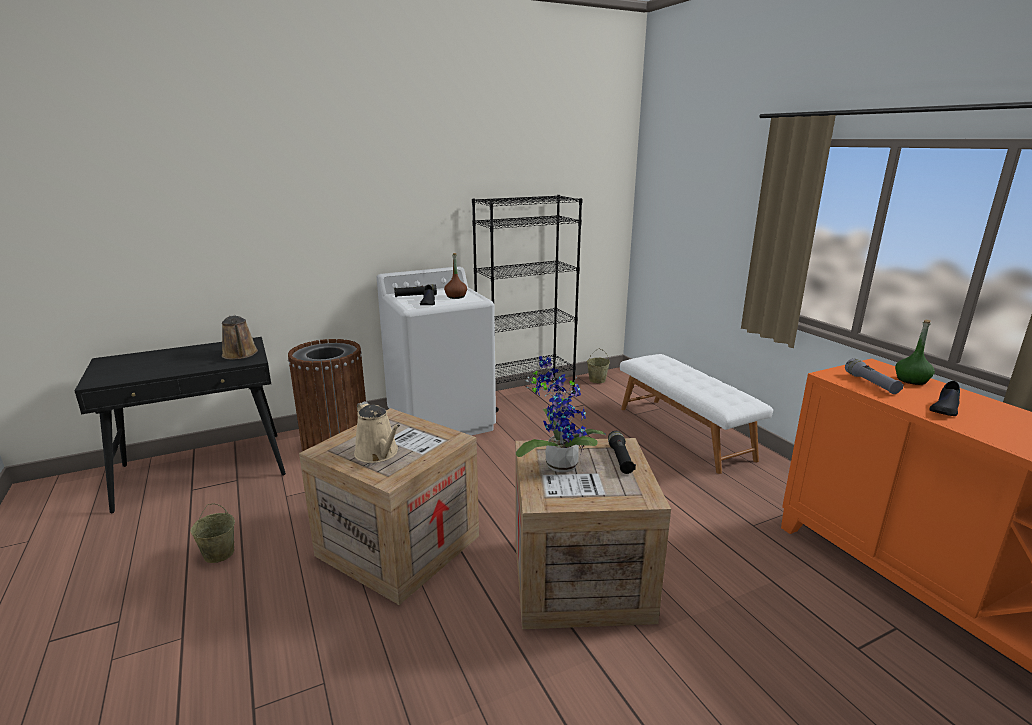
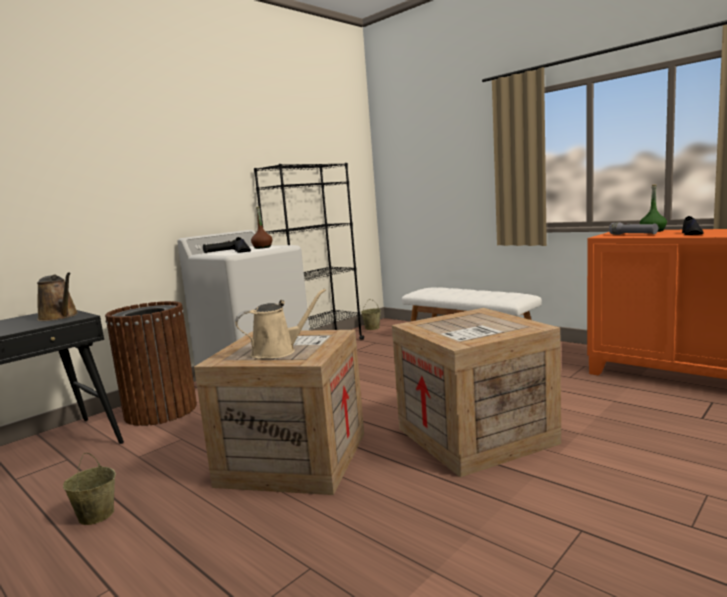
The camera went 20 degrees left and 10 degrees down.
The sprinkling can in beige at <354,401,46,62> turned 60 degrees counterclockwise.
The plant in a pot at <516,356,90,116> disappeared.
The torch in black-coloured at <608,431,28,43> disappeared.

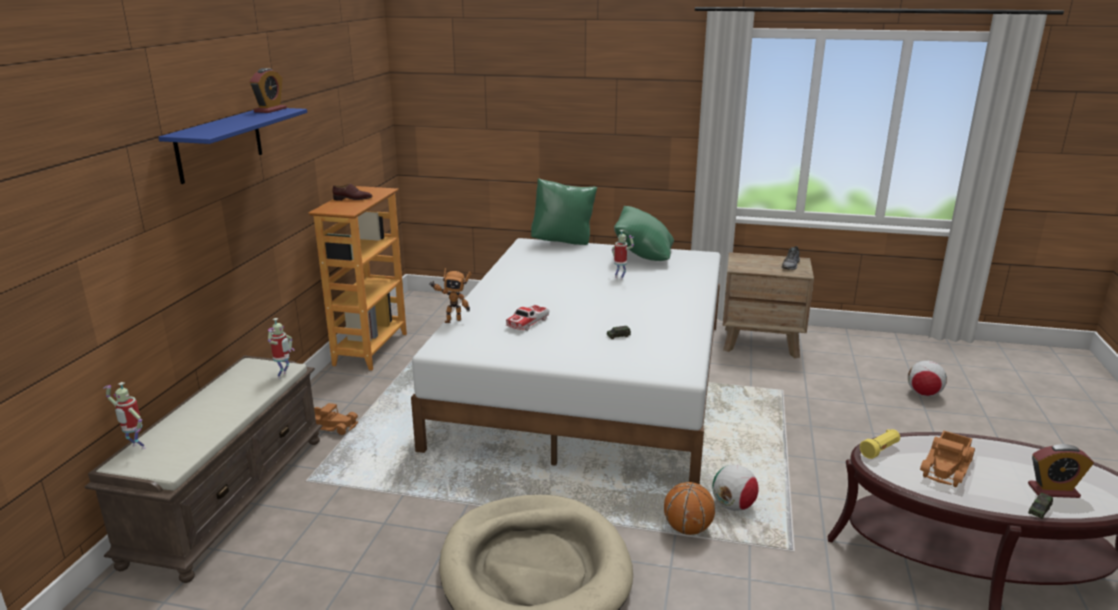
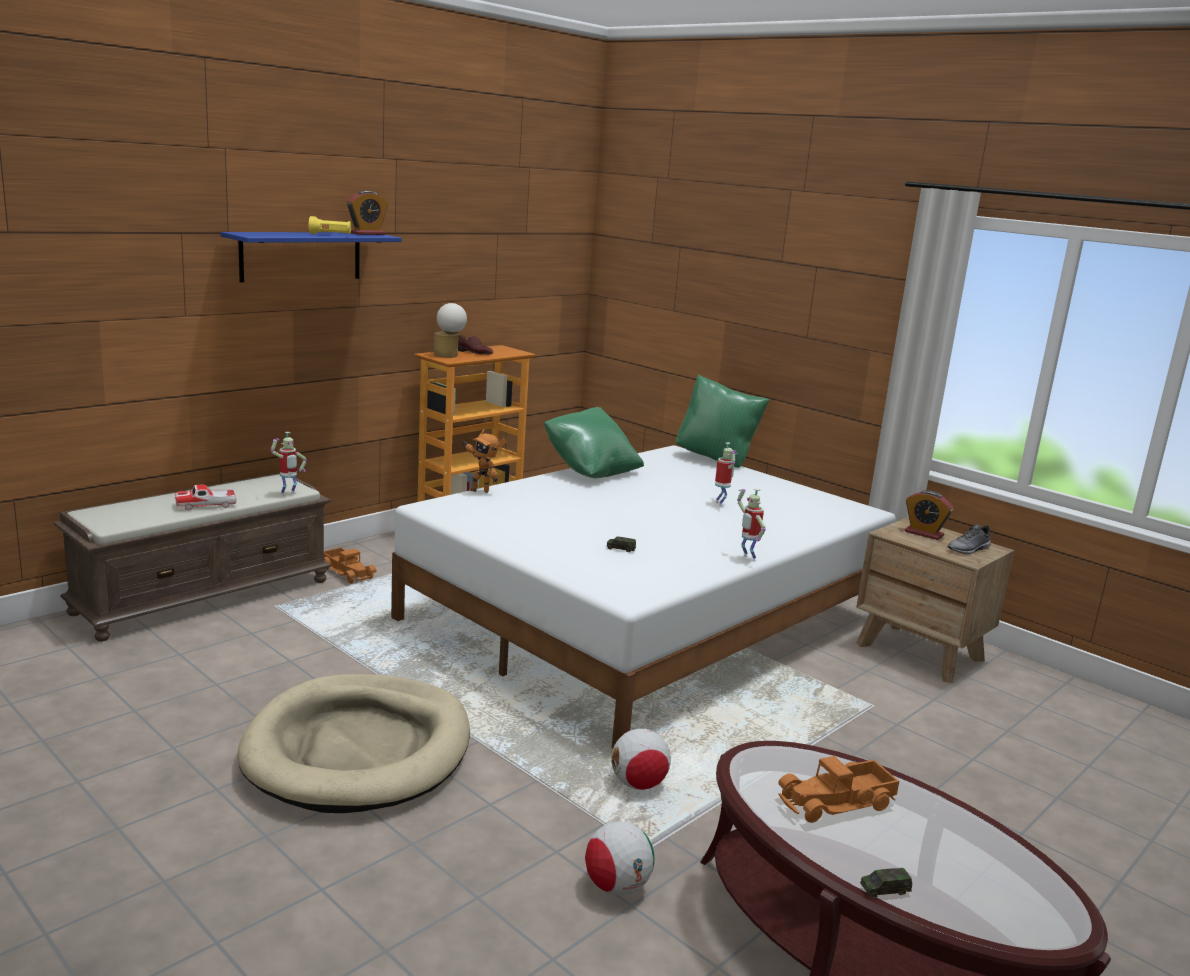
The camera went 30 degrees right and 5 degrees down.
The toy robot moved from <103,382,43,67> to <737,488,29,74>.
The miniature car moved from <506,305,43,26> to <175,485,62,26>.
The cushion in green-coloured moved from <614,206,60,55> to <544,407,100,71>.
The basketball ball at <664,482,51,53> disappeared.
The torch in yellow moved from <860,429,40,30> to <309,216,42,18>.
The football ball moved from <908,361,39,35> to <585,821,70,74>.
The table clock moved from <1028,444,66,54> to <904,490,50,50>.
The lamp for a table at <434,303,33,55> appeared.

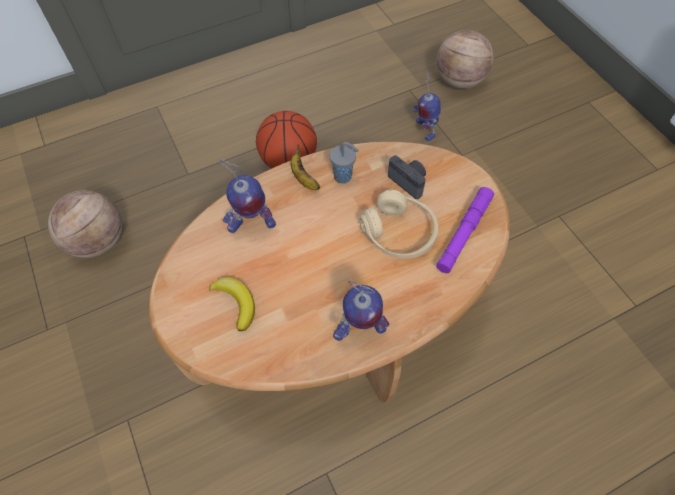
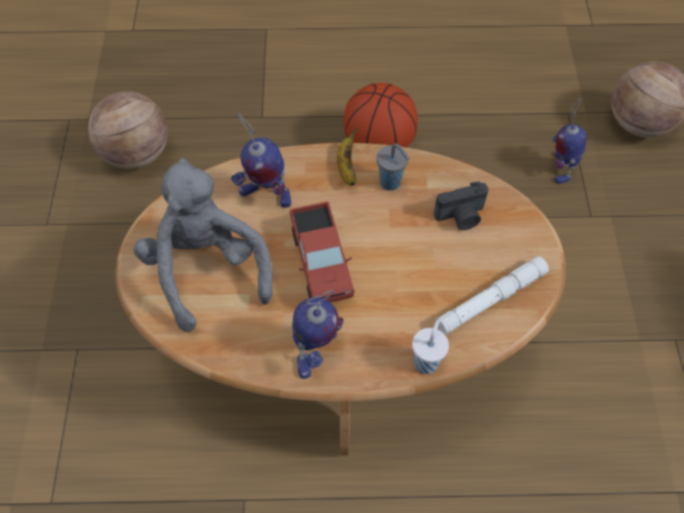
The camera went 25 degrees right and 0 degrees up.
The banana fruit at <209,277,46,54> was replaced by the soft toy in gray at <134,158,139,174>.
The toy robot at <333,281,56,60> turned 75 degrees counterclockwise.
The headset in beige at <360,190,78,69> disappeared.
The still camera at <388,155,38,44> turned 90 degrees clockwise.
The torch in purple-coloured at <436,187,58,86> became the torch in whitish at <435,256,114,79>.
The toy lorry at <290,201,65,102> appeared.
The small cup in whitish at <412,319,37,55> appeared.

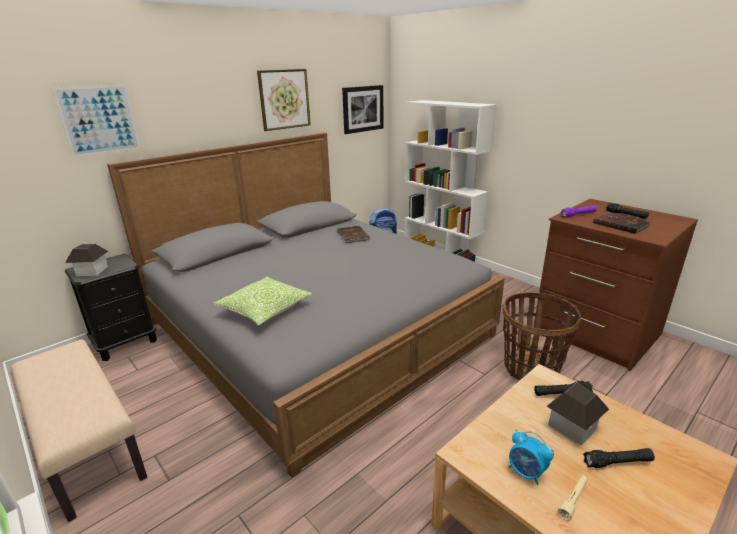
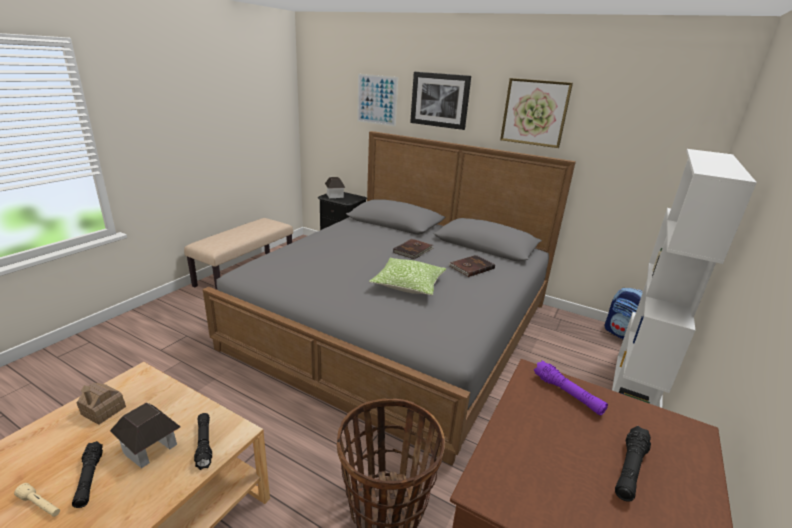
The camera went 70 degrees right and 0 degrees up.
The cushion moved from <214,277,99,48> to <369,258,77,38>.
The picture moved from <342,85,42,49> to <410,72,61,58>.
The table clock at <509,430,45,55> was replaced by the model house at <76,383,50,42>.
The torch in beige moved from <558,475,30,46> to <14,483,46,34>.
The bound book in brown-coloured moved from <593,212,57,22> to <393,239,40,20>.

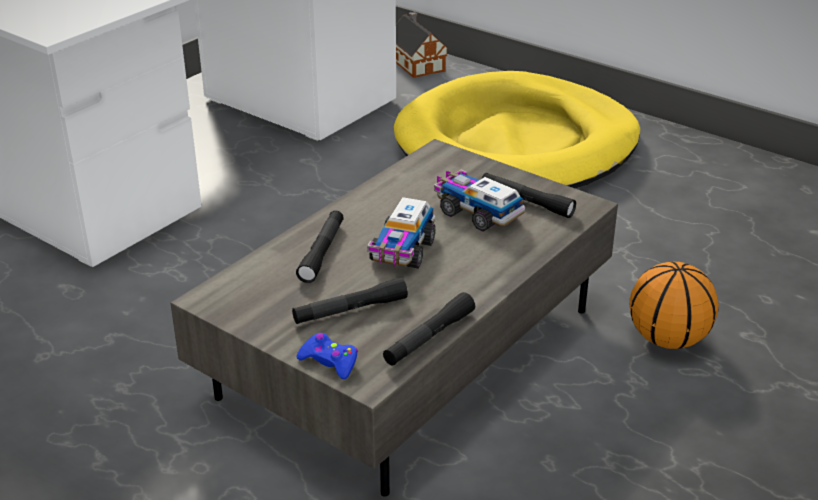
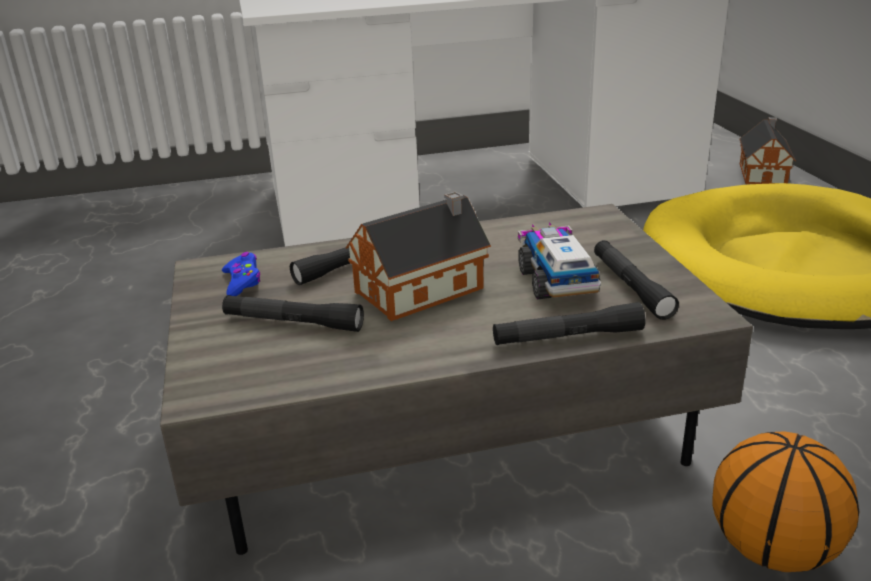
The camera went 40 degrees right and 5 degrees down.
The game controller in blue-coloured moved from <296,333,62,46> to <222,252,38,44>.
The toy lorry at <367,197,68,72> was replaced by the model house at <346,191,145,130>.
The torch in black-coloured moved from <383,292,92,73> to <493,302,153,43>.

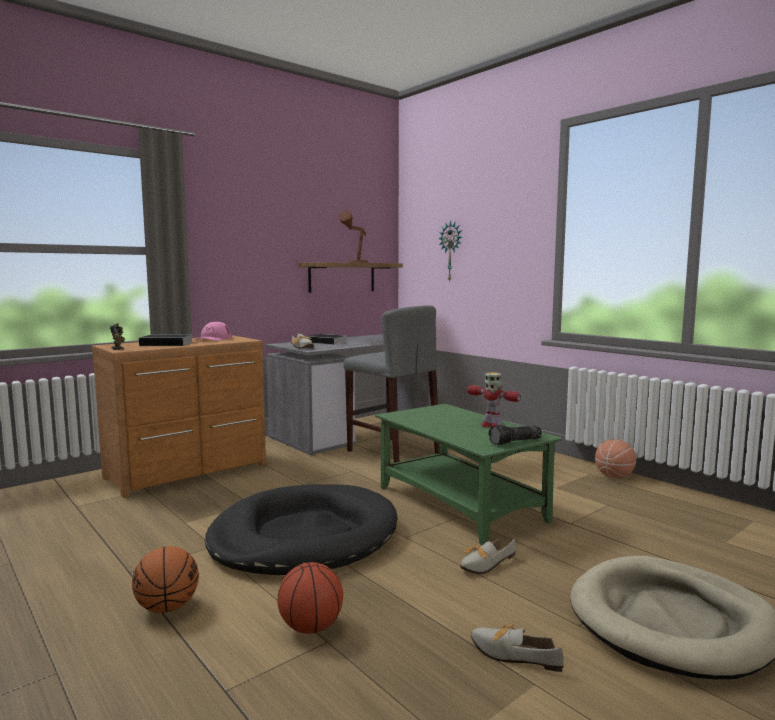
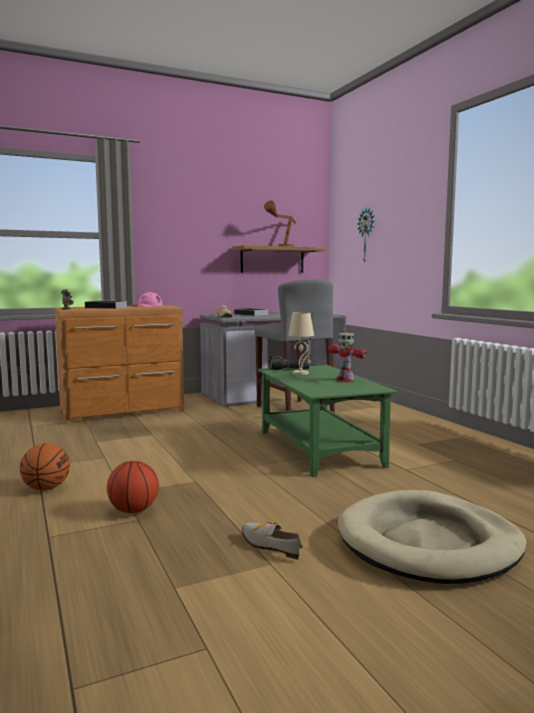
The camera went 15 degrees right and 0 degrees up.
The dog bed in black-coloured at <205,484,193,91> disappeared.
The low shoe at <460,538,56,36> disappeared.
The torch moved from <489,425,53,20> to <269,356,41,14>.
The basketball ball at <595,439,41,39> disappeared.
The lamp for a table in beige at <288,312,26,63> appeared.

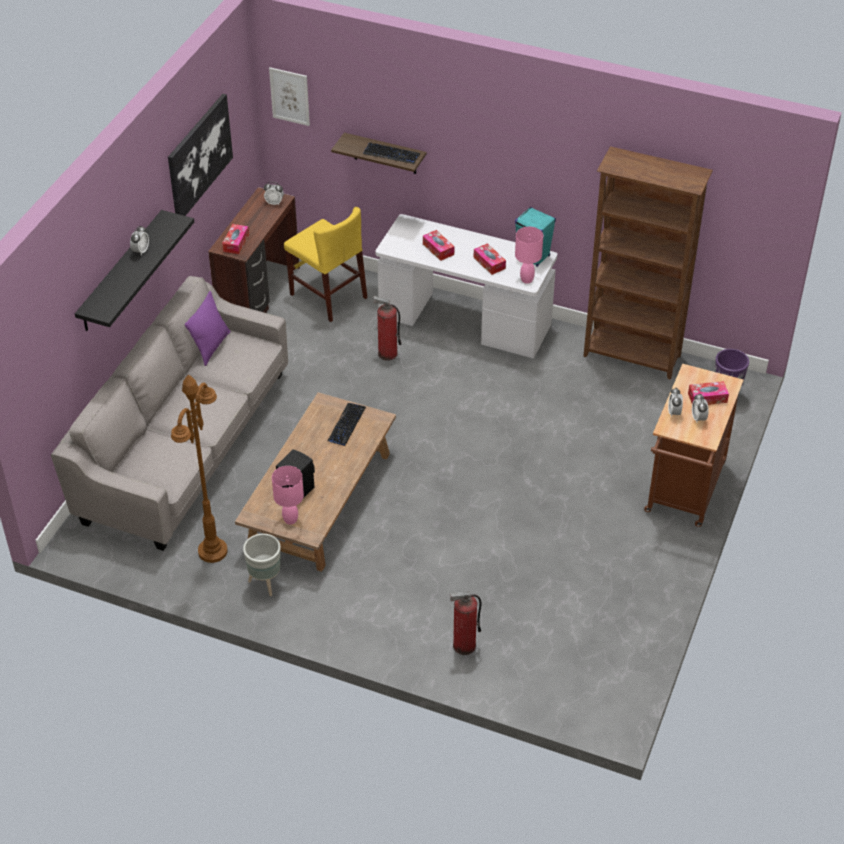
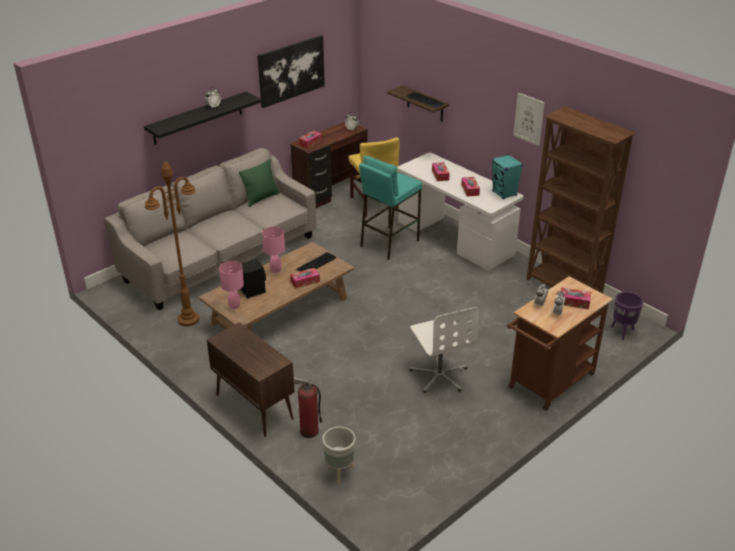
The camera went 25 degrees right and 10 degrees down.
The cushion in purple-coloured at <185,291,45,75> became the cushion in green-coloured at <239,159,41,48>.
The planter in gray moved from <243,534,38,62> to <322,426,34,59>.
The picture moved from <269,67,41,59> to <513,93,32,53>.
The extinguisher at <373,296,28,65> was replaced by the sitting stool in blue-green at <359,156,63,104>.
The lamp for a table in pink-coloured moved from <515,227,28,57> to <262,227,23,46>.
The cabinet in brown-coloured at <207,322,88,115> appeared.
The tissue holder at <290,268,30,20> appeared.
The computer chair in whitish at <410,307,69,86> appeared.

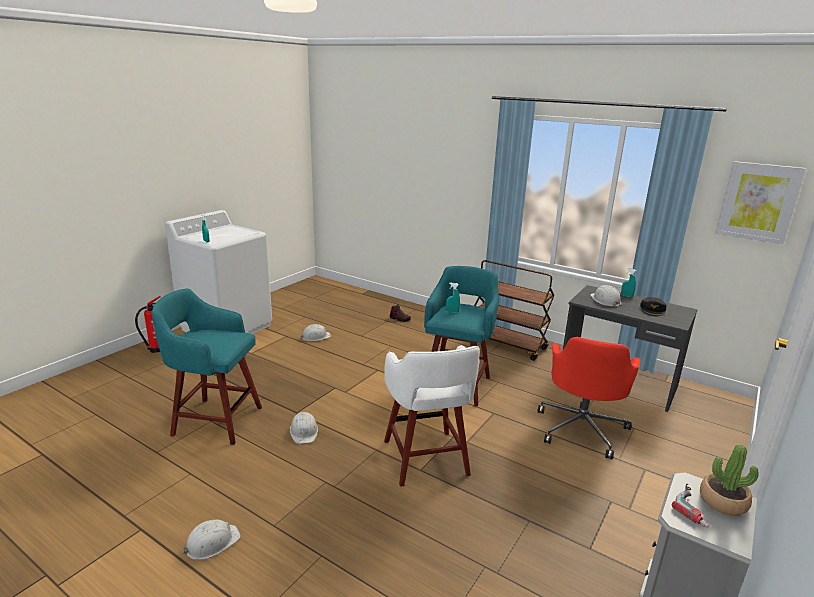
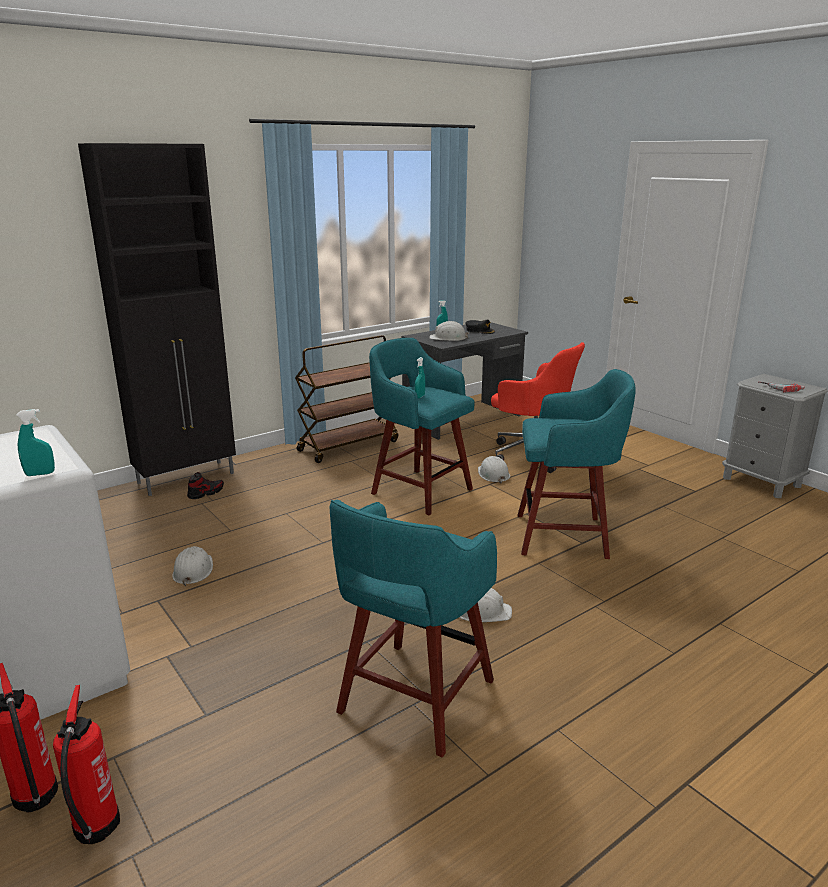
The camera went 70 degrees left and 0 degrees up.
The safety helmet in whitish moved from <183,519,58,41> to <478,456,32,27>.
The sitting stool in whitish at <384,345,95,142> became the sitting stool in blue-green at <518,369,117,190>.
The plant in a pot at <700,444,59,72> disappeared.
The picture at <715,161,91,83> disappeared.
The extinguisher at <53,685,67,159> appeared.
The cabinet in black-coloured at <78,143,158,353> appeared.

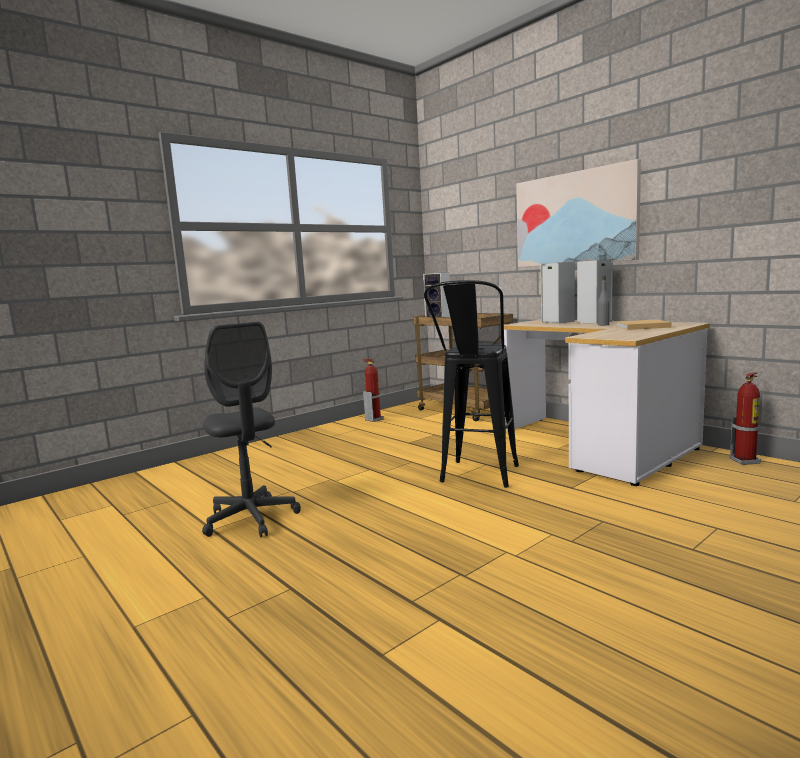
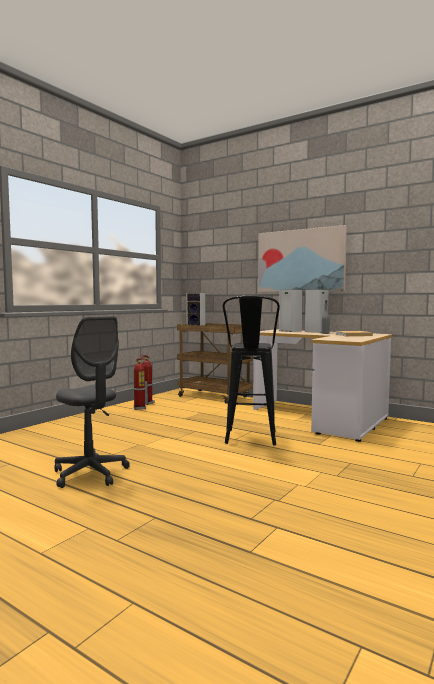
The camera went 15 degrees left and 5 degrees down.
The extinguisher moved from <730,372,31,93> to <133,357,13,53>.

